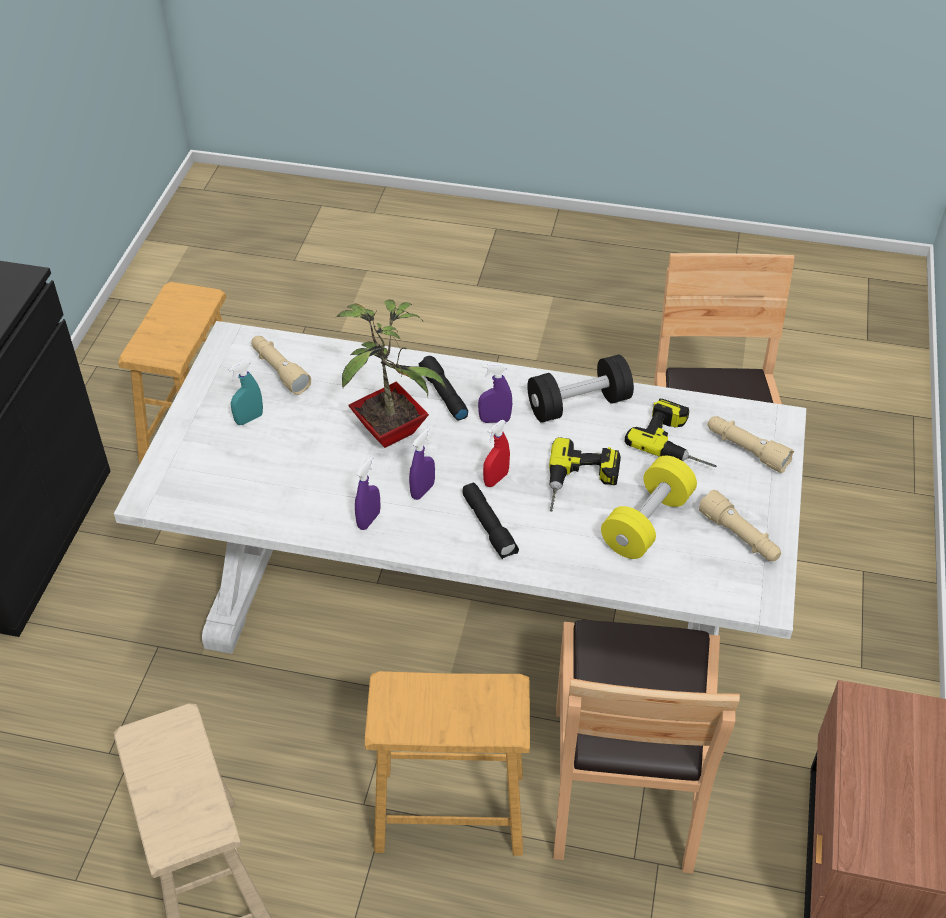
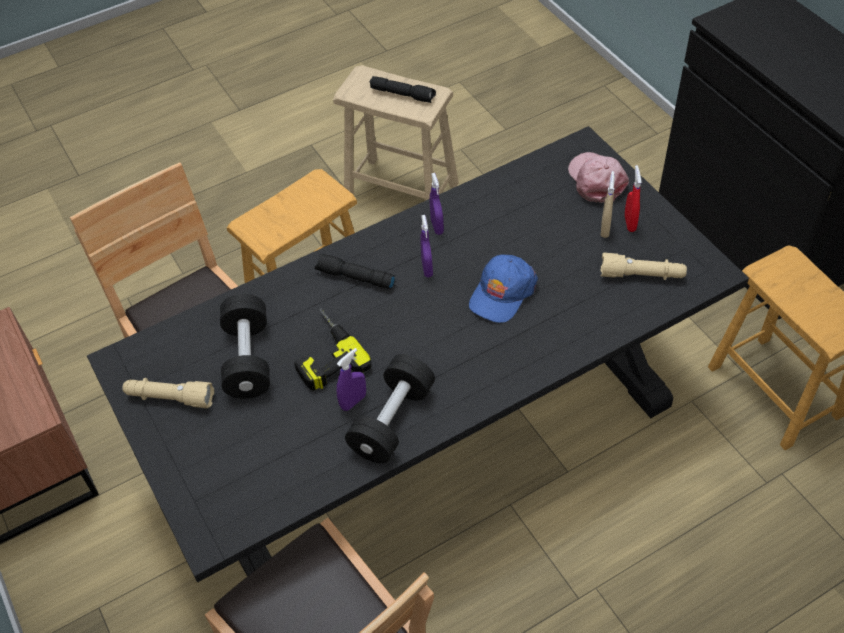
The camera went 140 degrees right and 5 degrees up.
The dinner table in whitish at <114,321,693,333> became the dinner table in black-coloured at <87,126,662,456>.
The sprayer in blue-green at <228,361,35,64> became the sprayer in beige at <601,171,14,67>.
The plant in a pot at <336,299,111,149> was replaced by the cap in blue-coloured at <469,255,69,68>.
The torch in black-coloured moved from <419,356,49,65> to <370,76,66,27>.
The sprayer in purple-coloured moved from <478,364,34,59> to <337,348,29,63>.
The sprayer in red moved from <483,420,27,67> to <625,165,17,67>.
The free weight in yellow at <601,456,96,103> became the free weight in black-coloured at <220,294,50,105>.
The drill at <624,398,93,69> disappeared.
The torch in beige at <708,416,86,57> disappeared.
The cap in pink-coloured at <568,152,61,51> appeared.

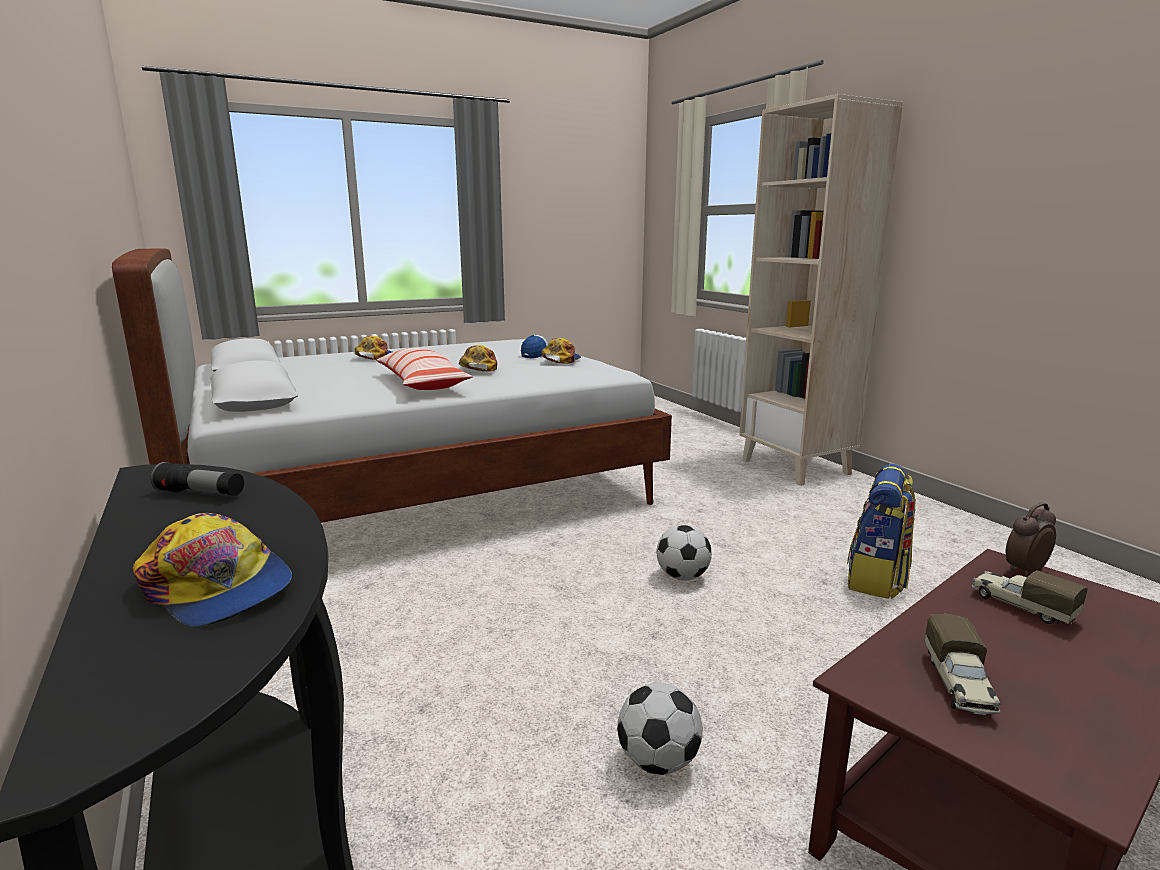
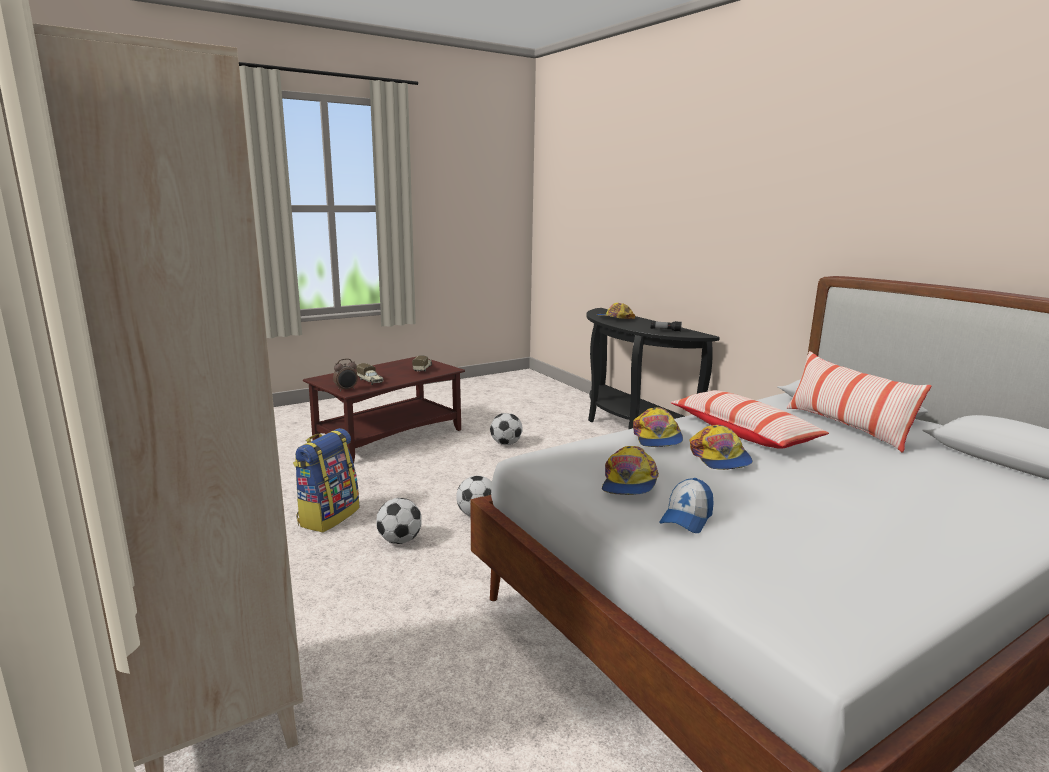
The camera went 175 degrees right and 0 degrees up.
The cap moved from <355,336,37,24> to <633,407,50,40>.
The football ball at <376,498,46,46> appeared.
The cushion at <786,351,145,102> appeared.

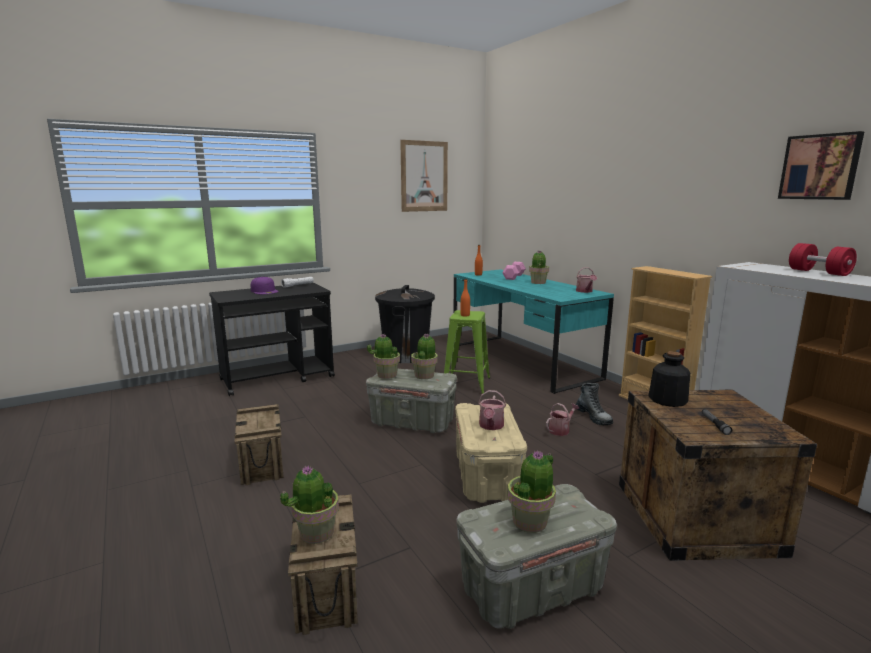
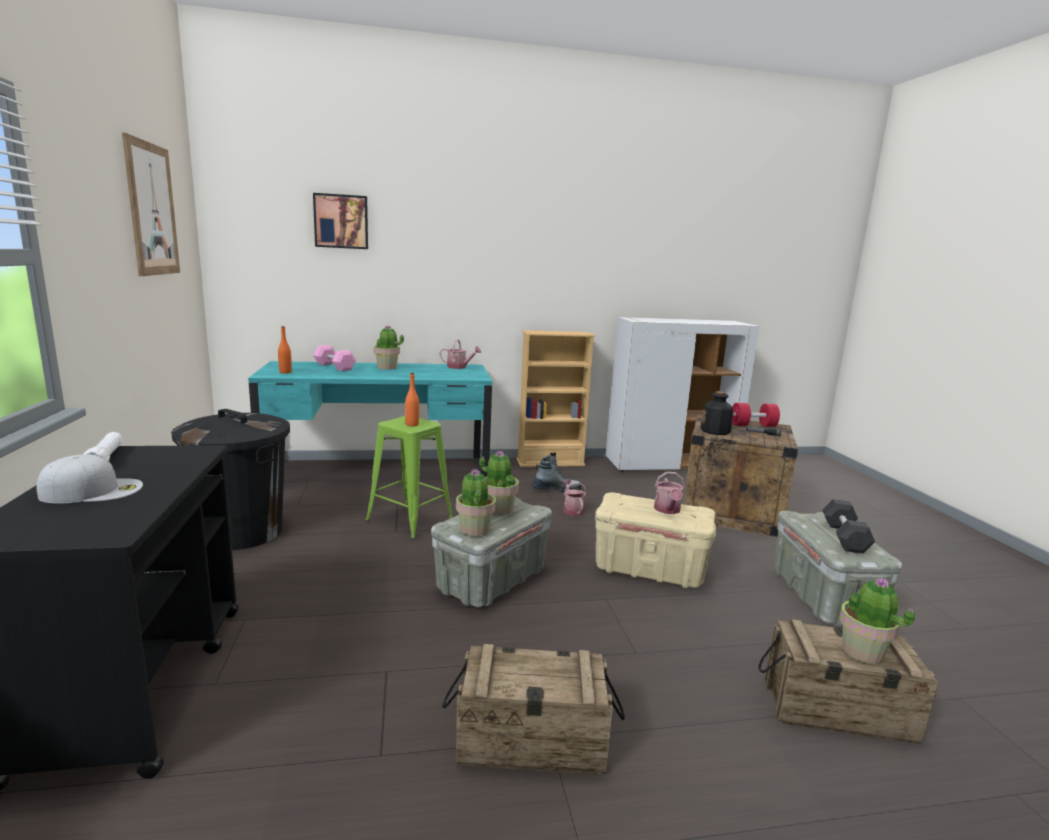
The camera went 70 degrees left and 0 degrees up.
The cap in purple-coloured at <251,277,27,17> became the cap in whitish at <37,454,106,50>.
The sprinkling can at <478,390,28,40> turned 60 degrees clockwise.
The plant in a pot at <507,450,49,83> was replaced by the free weight in gray at <822,499,53,55>.
The picture moved from <778,131,86,69> to <313,193,55,56>.
The free weight in red moved from <789,243,68,33> to <732,403,48,24>.

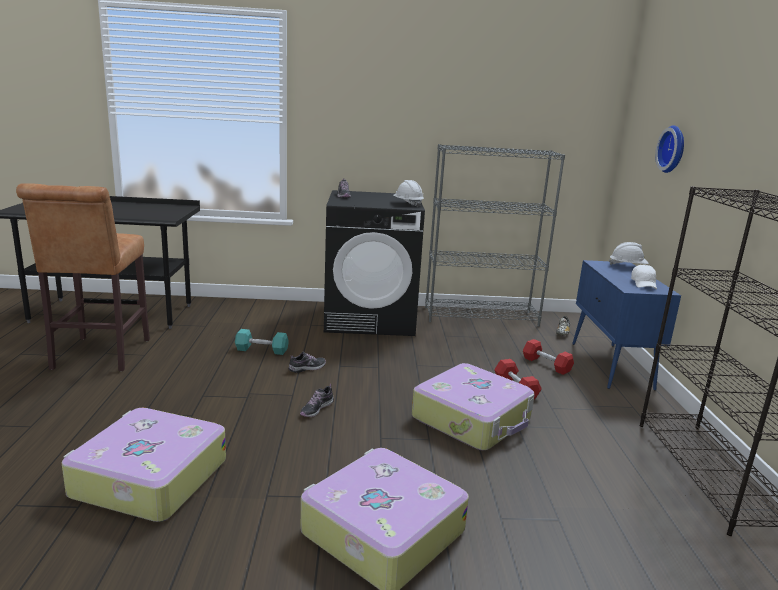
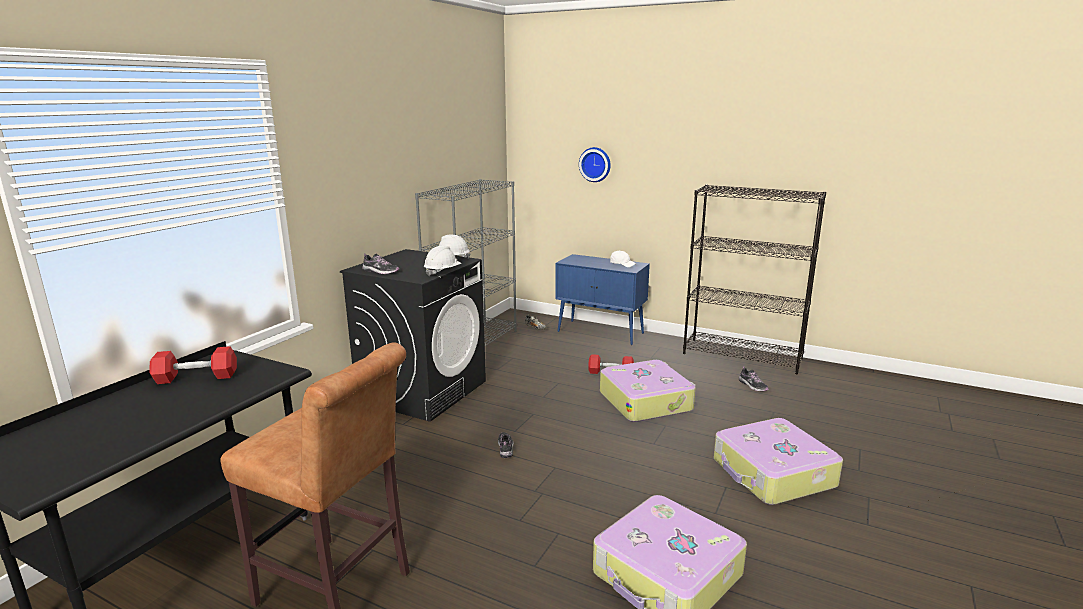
The camera went 60 degrees left and 0 degrees up.
The free weight in blue-green at <235,329,54,26> disappeared.
The low shoe moved from <300,384,34,33> to <739,366,30,25>.
The free weight in red moved from <523,339,51,36> to <150,346,87,38>.
The safety helmet in whitish moved from <609,242,40,23> to <424,246,37,30>.

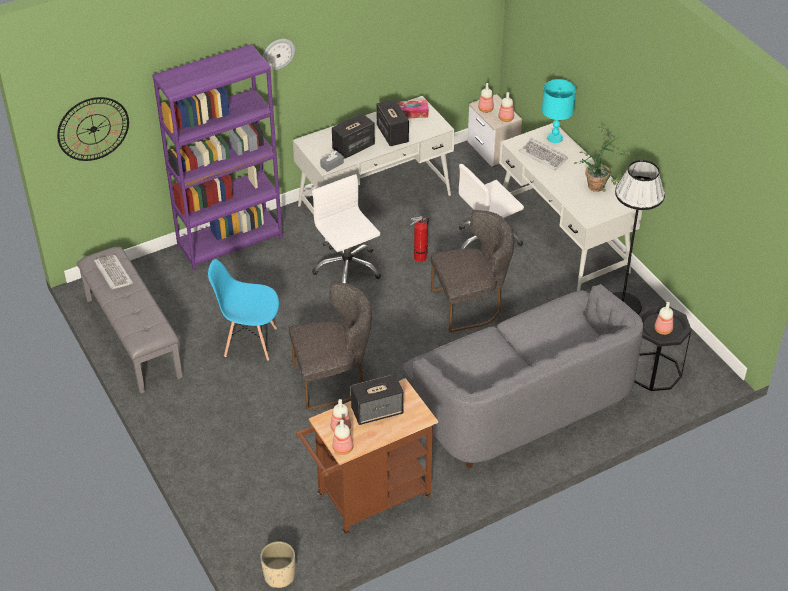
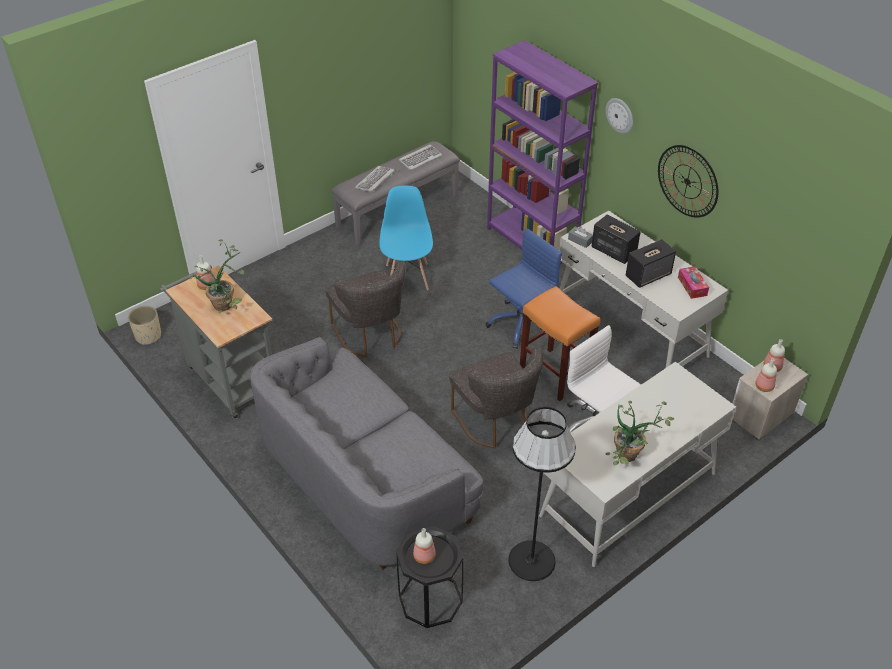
The camera went 80 degrees right and 0 degrees up.
The wall clock moved from <57,97,72,64> to <658,145,60,73>.
The wheeled cart in brown-coloured at <296,378,142,156> became the wheeled cart in gray at <160,265,112,155>.
The computer chair in whitish at <312,174,69,110> became the computer chair in blue-coloured at <486,228,76,121>.
The bottle at <333,420,20,35> disappeared.
The loudspeaker at <351,374,52,51> was replaced by the plant in a pot at <189,239,55,74>.
The extinguisher at <410,216,19,46> was replaced by the sitting stool in orange at <520,286,81,115>.
The computer keyboard moved from <519,139,49,31> to <355,166,39,26>.
The lamp for a table in blue-green at <542,79,34,64> disappeared.

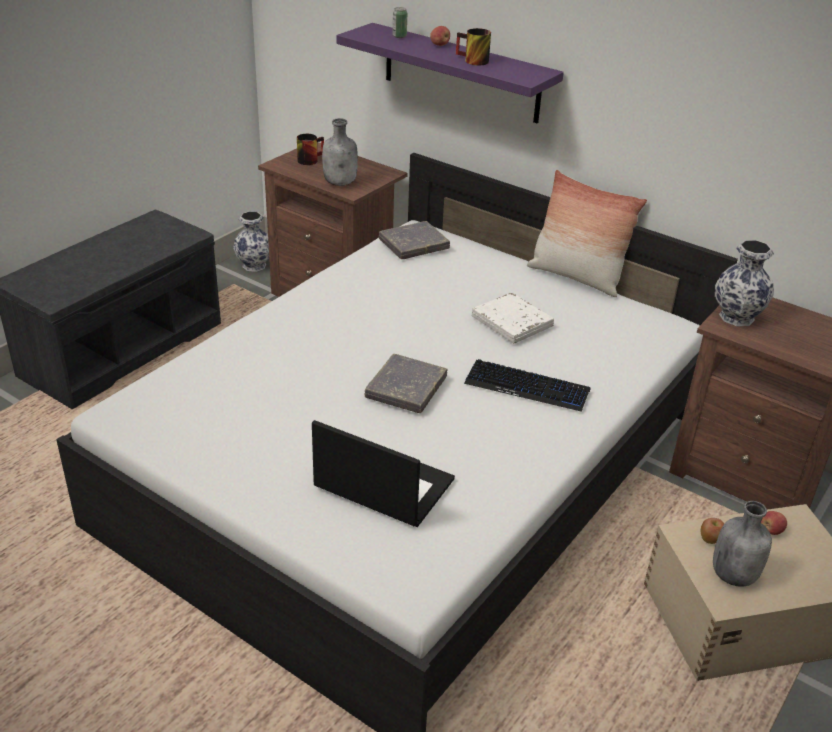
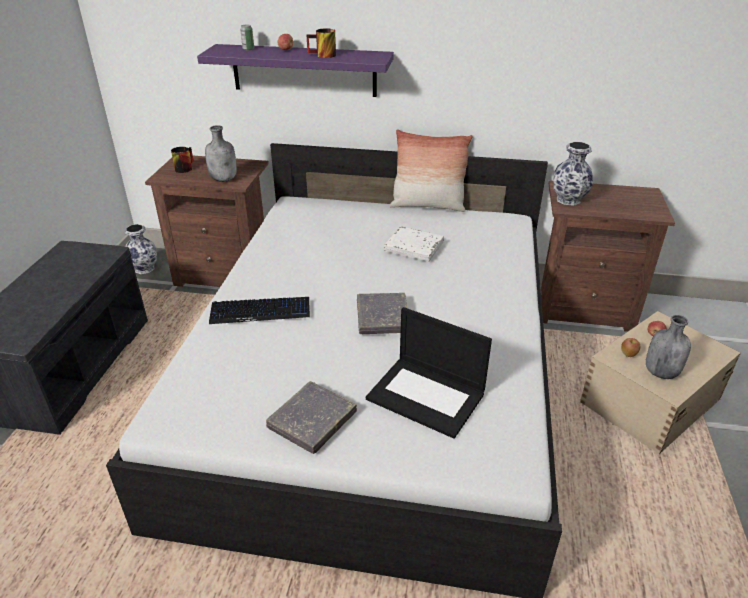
The camera went 25 degrees left and 0 degrees up.
The notebook computer at <312,420,143,107> turned 150 degrees counterclockwise.
The bound book in gray moved from <379,221,71,38> to <266,381,91,73>.
The computer keyboard moved from <464,359,127,53> to <209,297,101,27>.

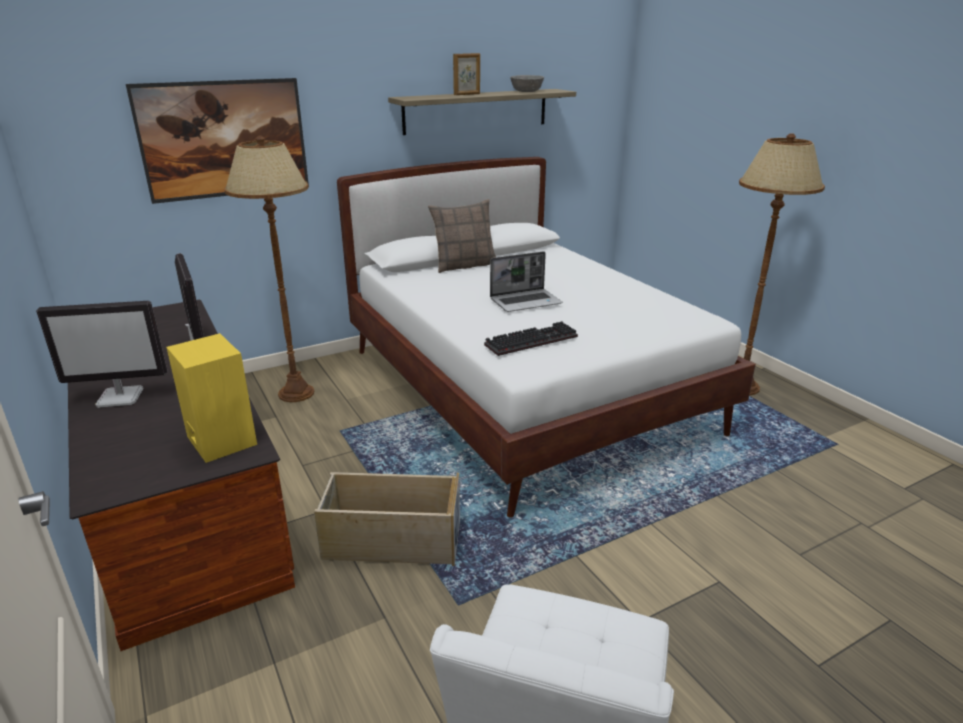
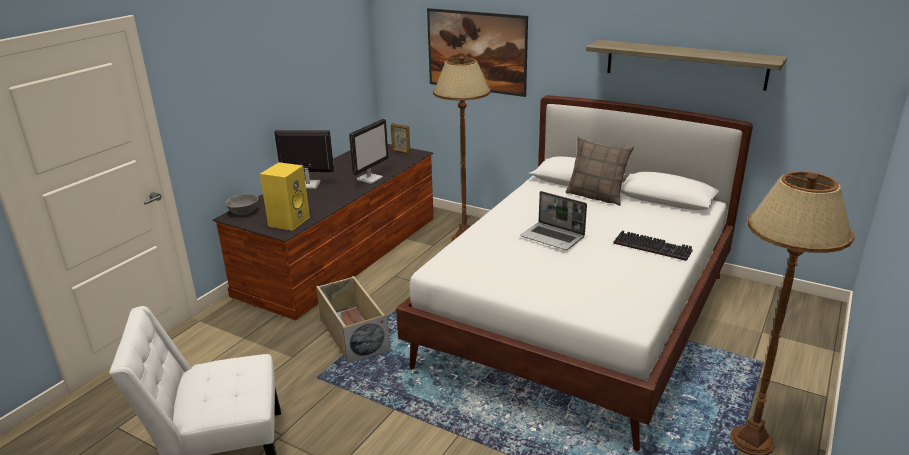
The camera went 60 degrees right and 0 degrees up.
The computer screen at <36,301,132,107> turned 135 degrees clockwise.
The photo frame moved from <453,53,27,42> to <391,123,19,31>.
The computer keyboard moved from <484,321,94,35> to <613,230,80,31>.
The bowl in gray moved from <510,75,34,17> to <225,194,33,21>.

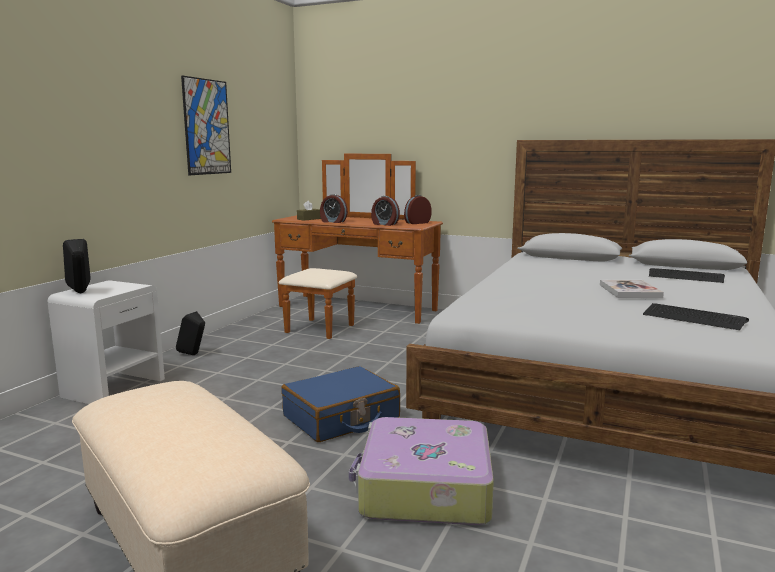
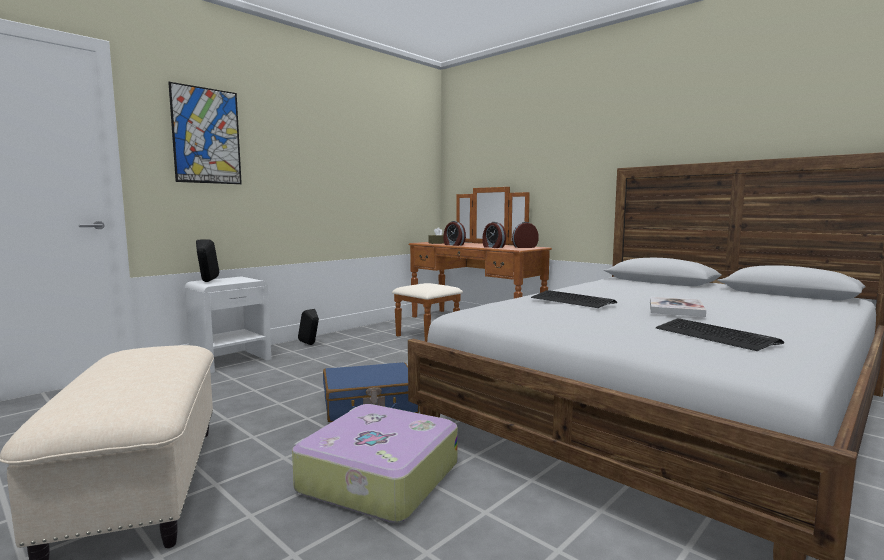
The camera went 20 degrees right and 5 degrees down.
The picture moved from <181,76,50,99> to <168,82,74,102>.
The computer keyboard moved from <649,268,76,15> to <531,290,86,18>.

